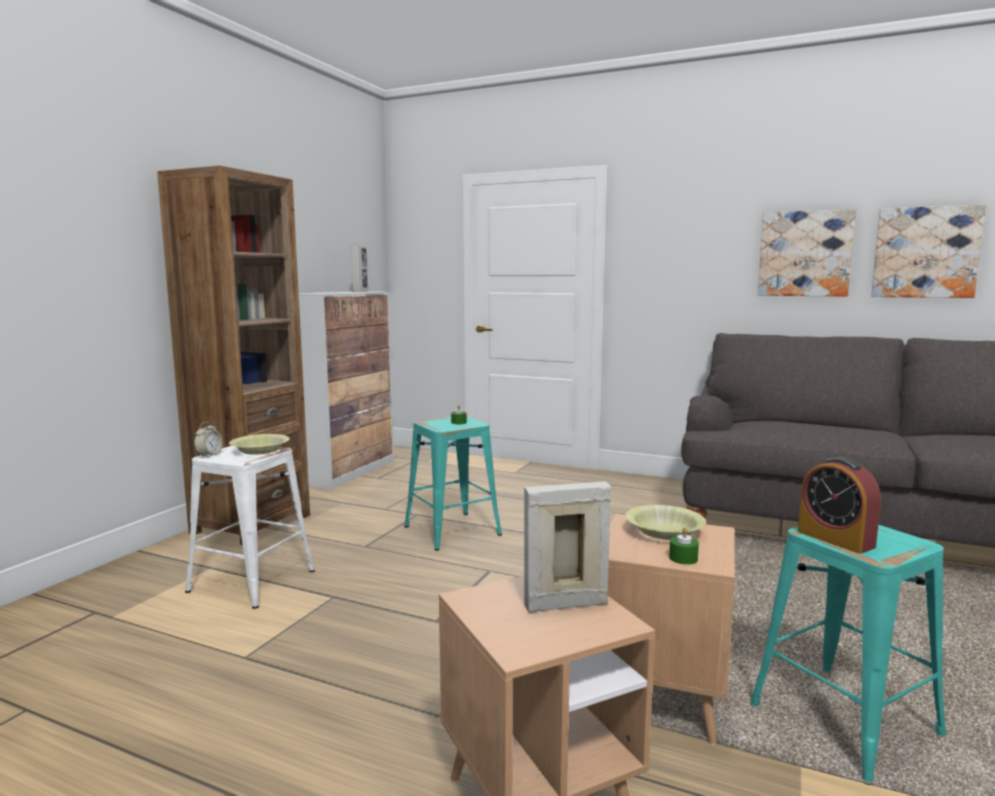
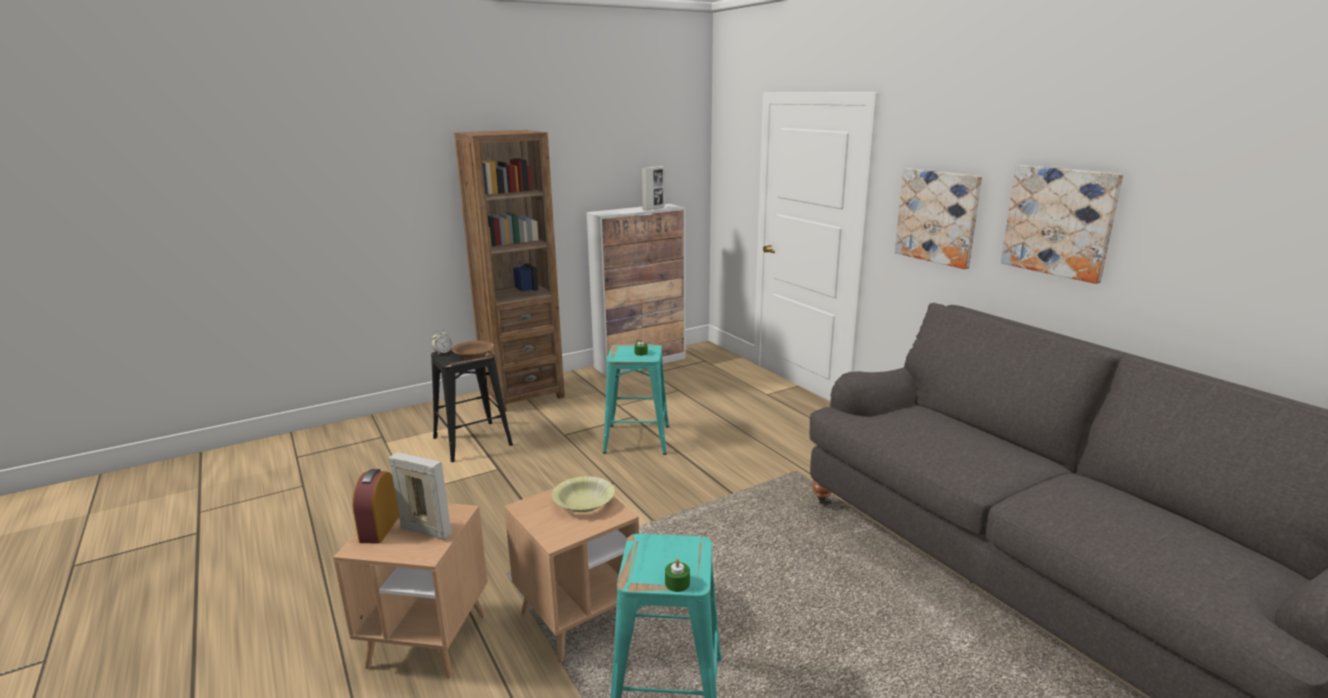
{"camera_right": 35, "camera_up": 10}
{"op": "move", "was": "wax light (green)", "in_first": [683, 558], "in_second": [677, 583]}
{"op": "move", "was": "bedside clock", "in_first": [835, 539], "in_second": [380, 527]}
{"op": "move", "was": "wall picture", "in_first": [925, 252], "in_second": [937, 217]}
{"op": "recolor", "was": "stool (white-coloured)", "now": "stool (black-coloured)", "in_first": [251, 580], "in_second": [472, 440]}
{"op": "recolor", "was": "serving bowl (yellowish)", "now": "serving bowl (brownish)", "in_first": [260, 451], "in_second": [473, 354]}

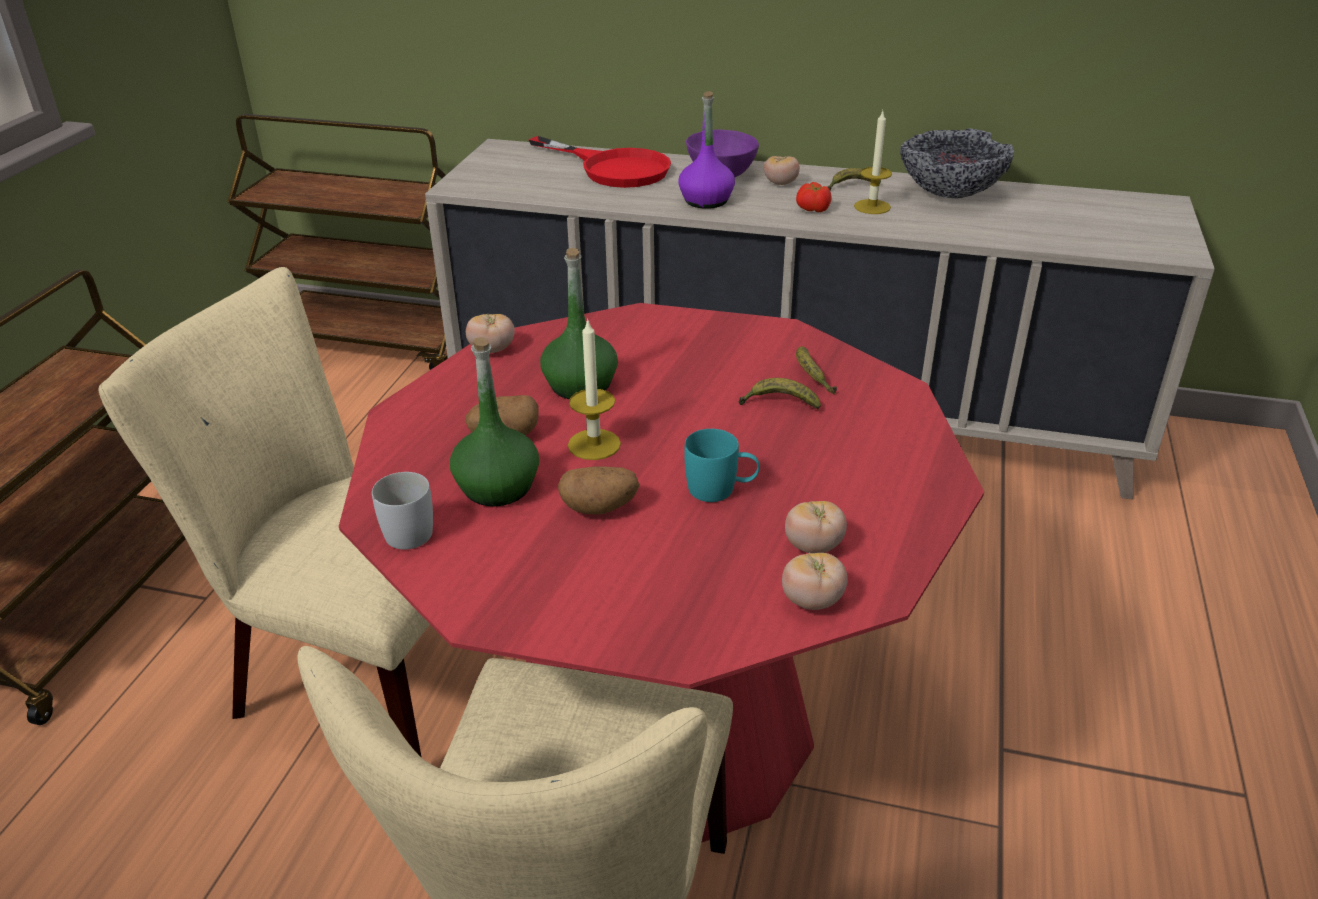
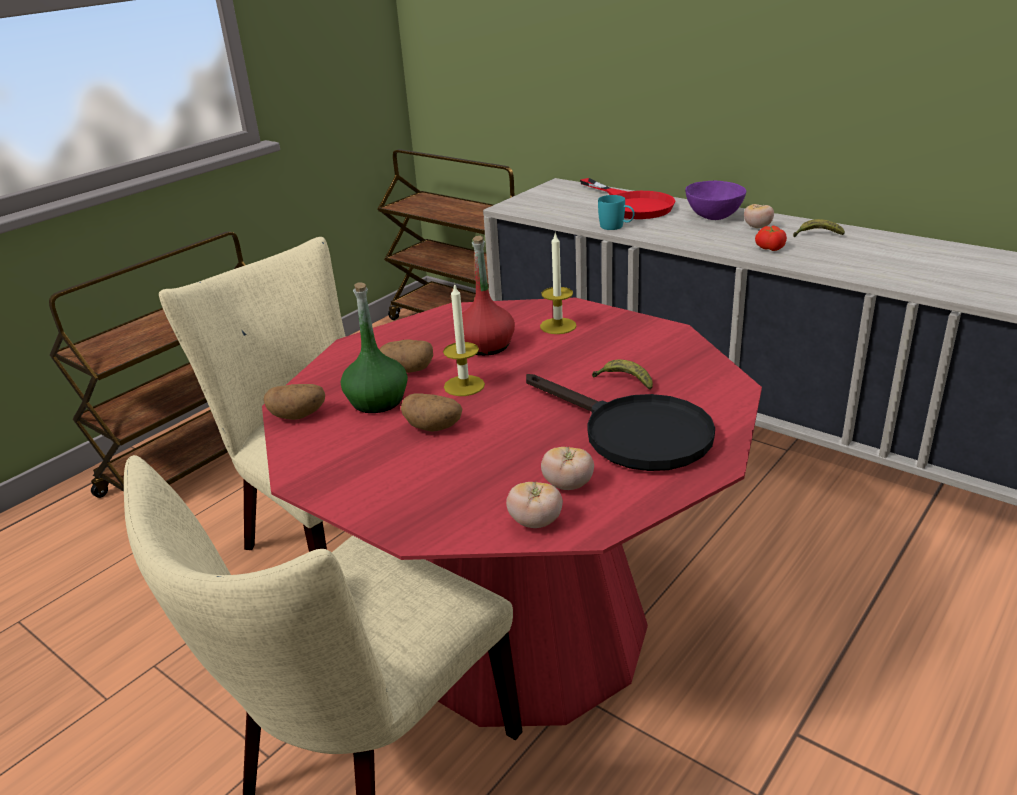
{"camera_right": 25, "camera_up": -5}
{"op": "delete", "was": "whole tomato", "in_first": [492, 350]}
{"op": "delete", "was": "bottle (purple)", "in_first": [706, 201]}
{"op": "delete", "was": "banana fruit", "in_first": [811, 376]}
{"op": "delete", "was": "serving bowl", "in_first": [949, 193]}
{"op": "insert", "now": "skillet (black-coloured)", "in_second": [633, 433]}
{"op": "move", "was": "tea mug (turquoise-coloured)", "in_first": [721, 490], "in_second": [616, 227]}
{"op": "move", "was": "wax light", "in_first": [872, 207], "in_second": [558, 326]}
{"op": "replace", "was": "tea mug (white-coloured)", "now": "whole potato", "in_first": [405, 529], "in_second": [298, 416]}
{"op": "recolor", "was": "bottle (green)", "now": "bottle (reddish)", "in_first": [580, 385], "in_second": [486, 346]}

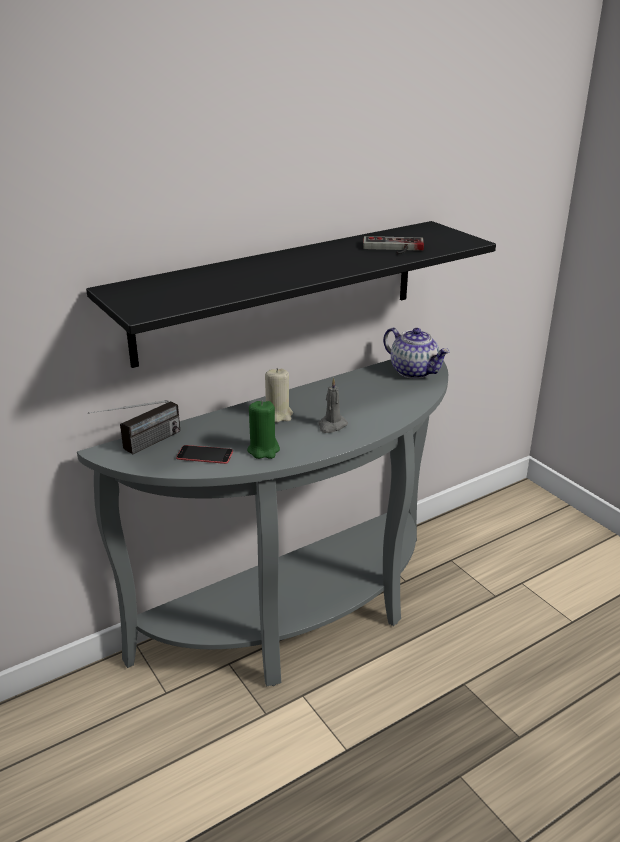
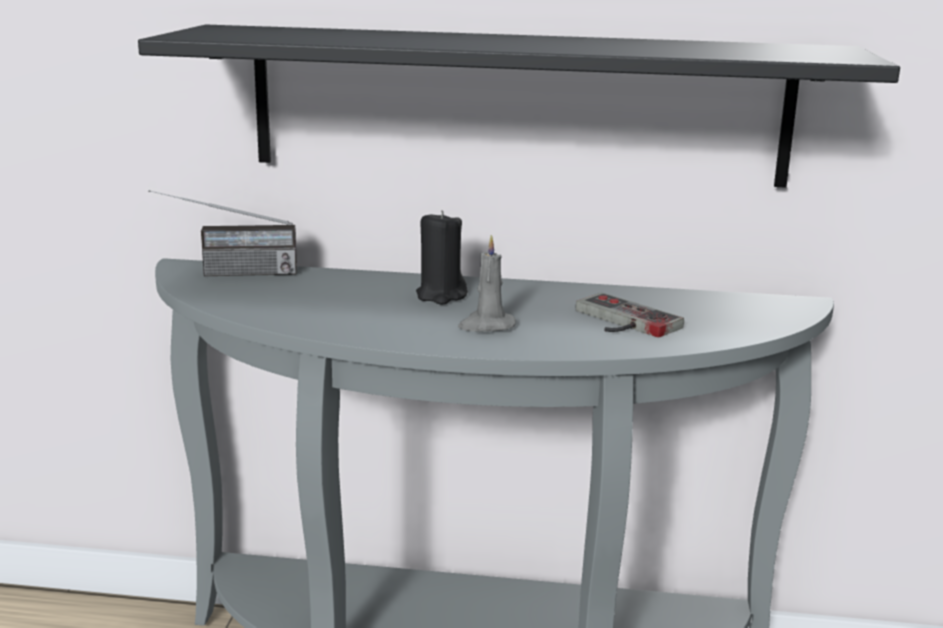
{"camera_right": 40, "camera_up": -10}
{"op": "delete", "was": "phone", "in_first": [205, 455]}
{"op": "delete", "was": "wax light (green)", "in_first": [263, 450]}
{"op": "delete", "was": "teapot", "in_first": [414, 371]}
{"op": "move", "was": "game controller", "in_first": [393, 248], "in_second": [620, 322]}
{"op": "recolor", "was": "wax light (beige)", "now": "wax light (black-coloured)", "in_first": [278, 415], "in_second": [441, 295]}

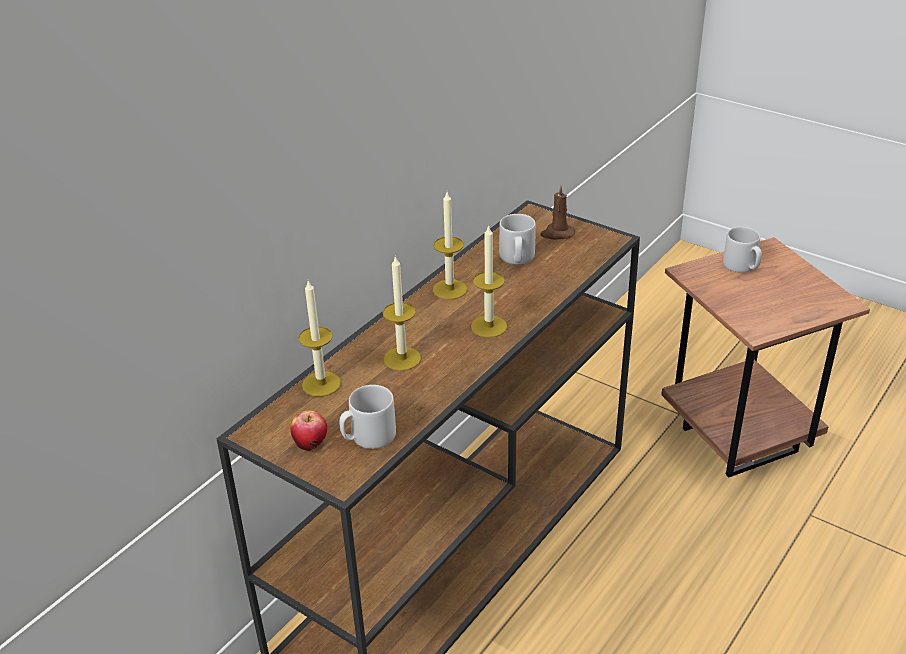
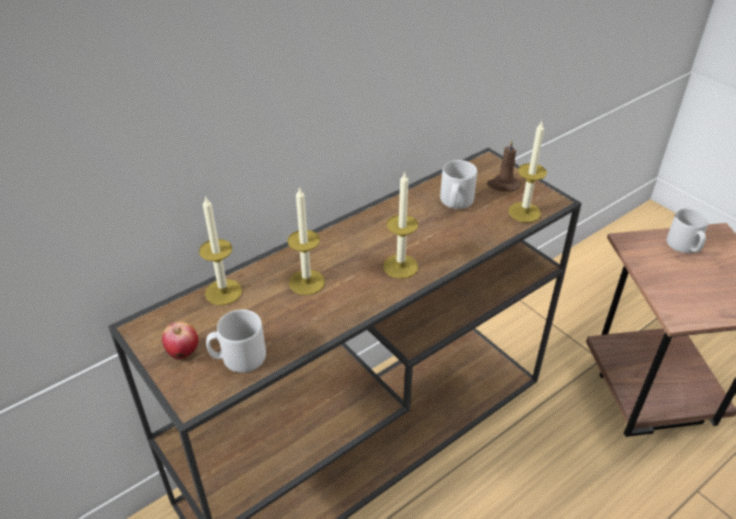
{"camera_right": 15, "camera_up": 5}
{"op": "move", "was": "wax light", "in_first": [450, 289], "in_second": [524, 212]}

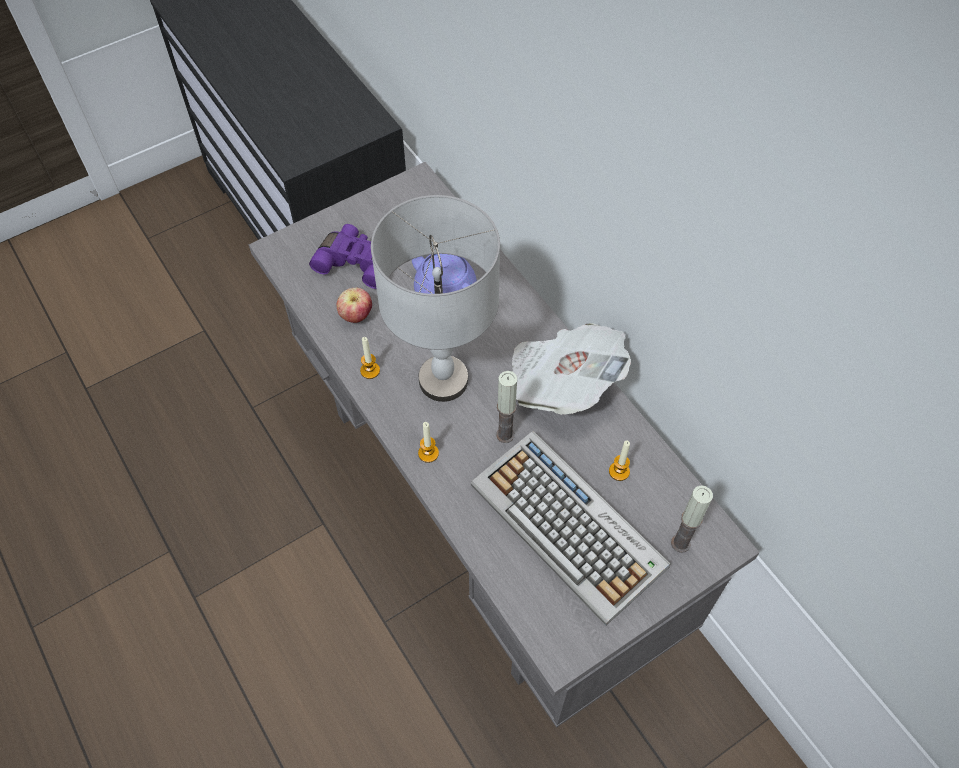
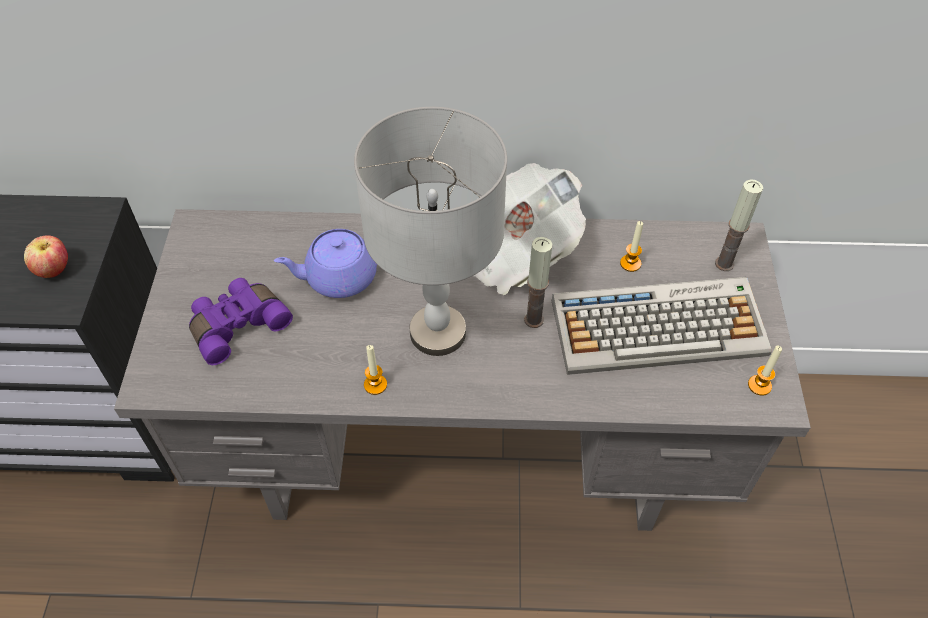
{"camera_right": -55, "camera_up": -5}
{"op": "move", "was": "apple", "in_first": [356, 315], "in_second": [54, 270]}
{"op": "move", "was": "wax light", "in_first": [428, 453], "in_second": [759, 385]}

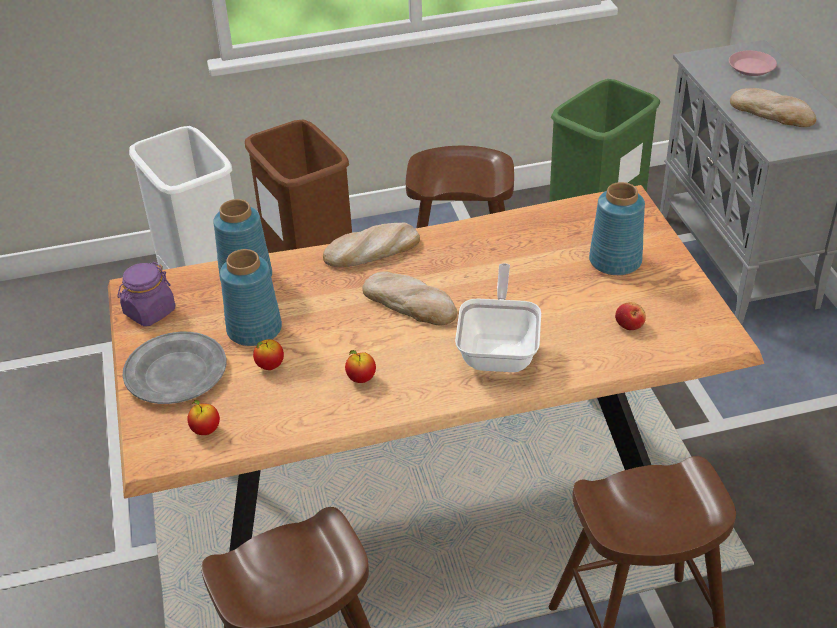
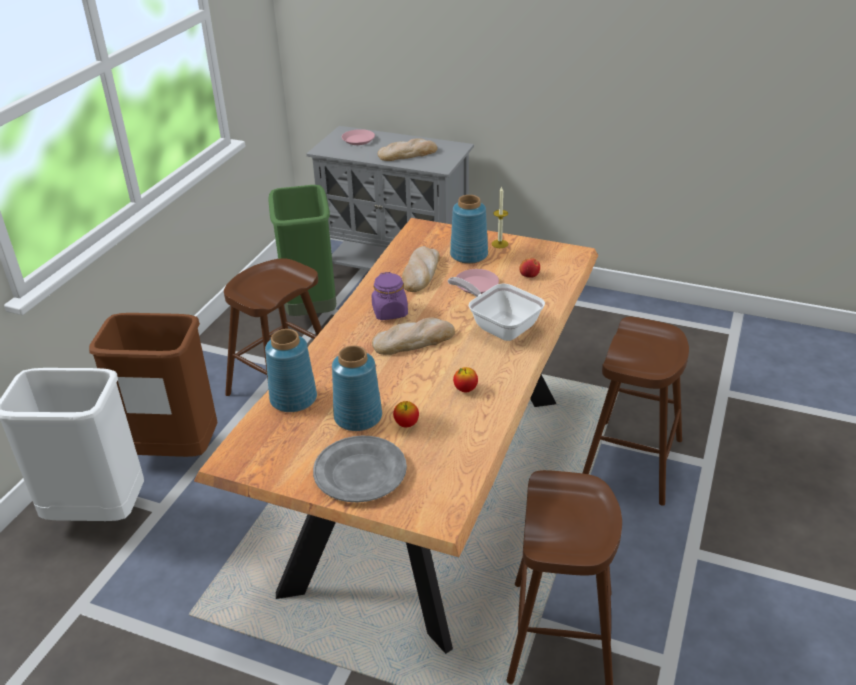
{"camera_right": -55, "camera_up": -5}
{"op": "delete", "was": "apple", "in_first": [205, 430]}
{"op": "insert", "now": "dinner plate (pink)", "in_second": [477, 285]}
{"op": "insert", "now": "wax light", "in_second": [499, 244]}
{"op": "move", "was": "preserve jar (purple)", "in_first": [149, 312], "in_second": [390, 312]}
{"op": "move", "was": "bread", "in_first": [371, 250], "in_second": [420, 272]}

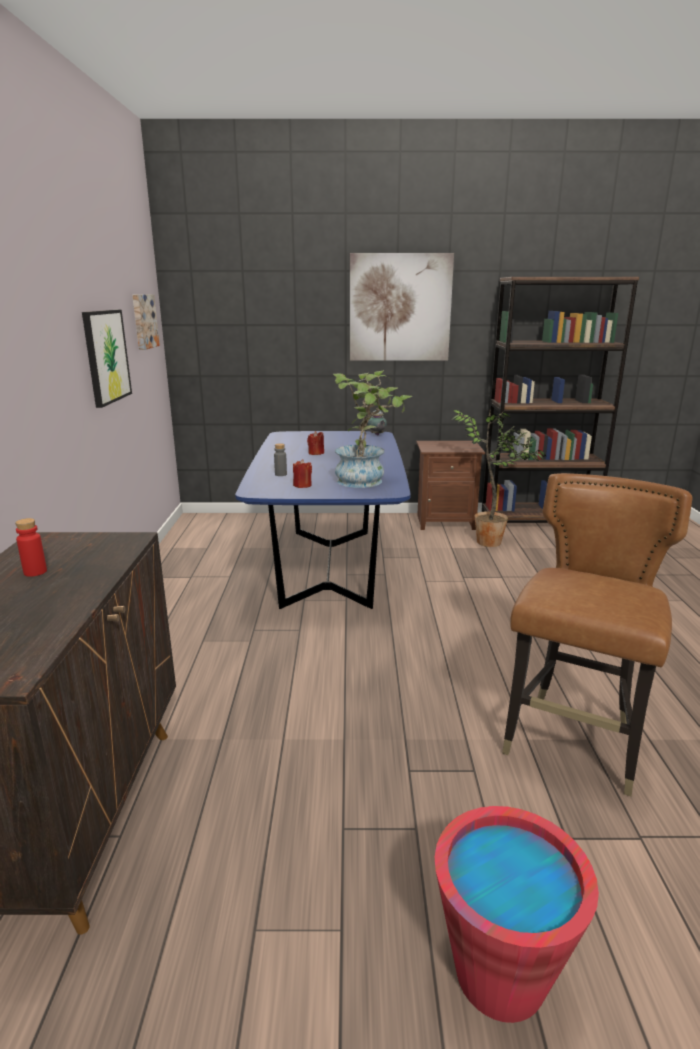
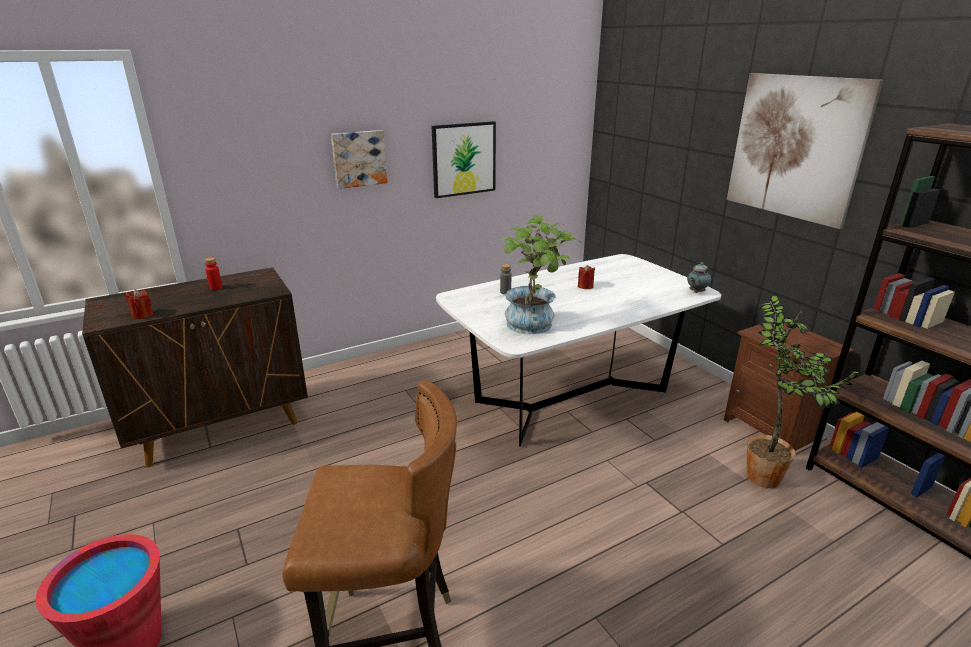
{"camera_right": 60, "camera_up": 5}
{"op": "move", "was": "wall picture", "in_first": [143, 321], "in_second": [359, 158]}
{"op": "move", "was": "wax light (reddish)", "in_first": [302, 485], "in_second": [142, 315]}
{"op": "recolor", "was": "dining table (bluish)", "now": "dining table (white-coloured)", "in_first": [328, 566], "in_second": [571, 397]}

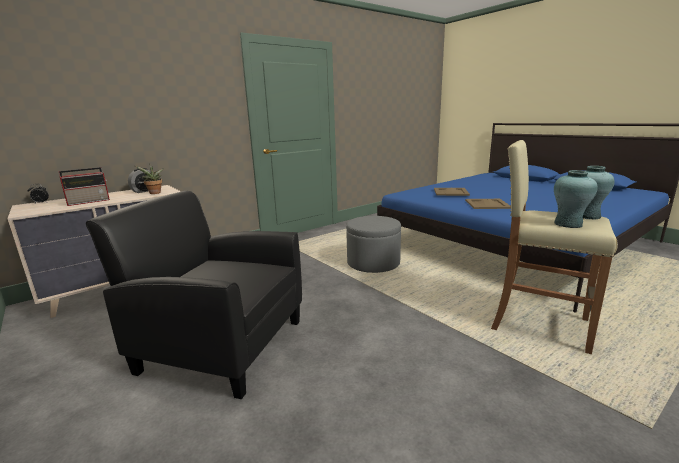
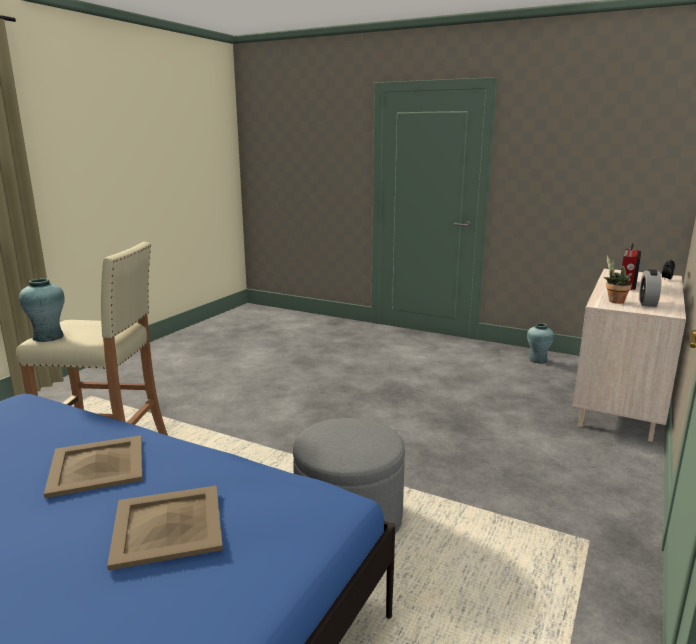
{"camera_right": 155, "camera_up": 0}
{"op": "delete", "was": "armchair (black-coloured)", "in_first": [222, 345]}
{"op": "move", "was": "vase (turquoise-coloured)", "in_first": [568, 224], "in_second": [538, 360]}

